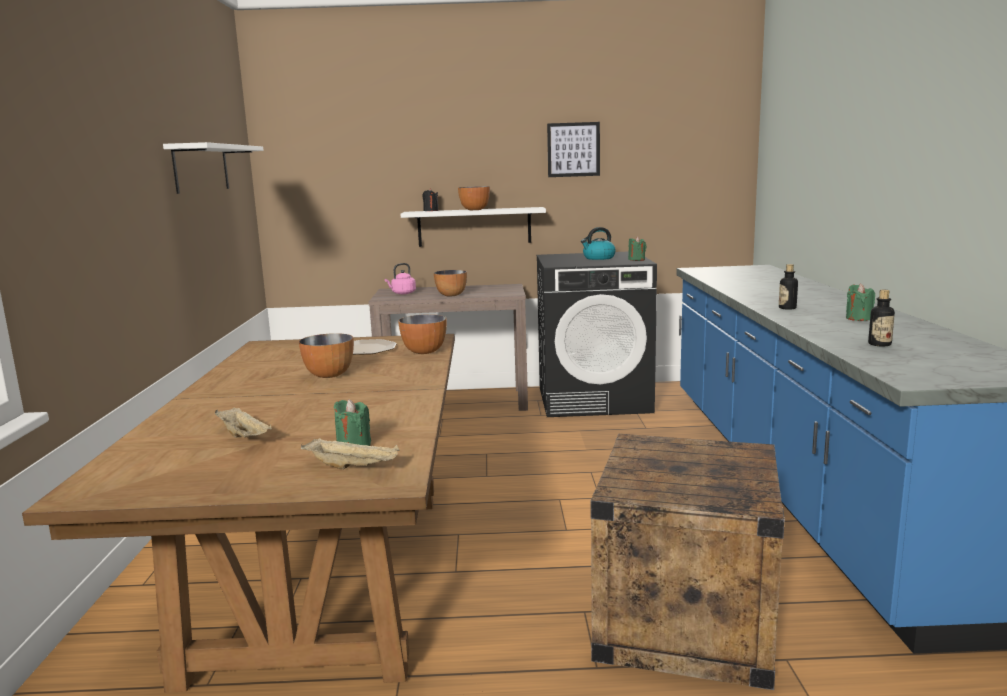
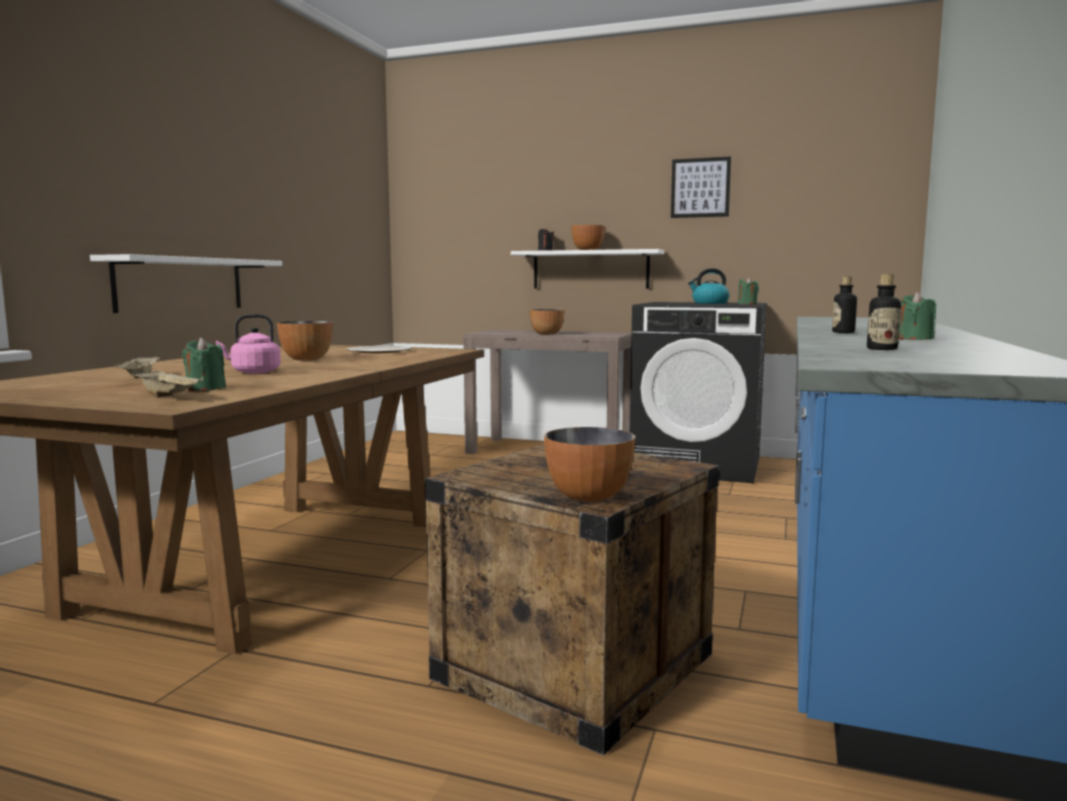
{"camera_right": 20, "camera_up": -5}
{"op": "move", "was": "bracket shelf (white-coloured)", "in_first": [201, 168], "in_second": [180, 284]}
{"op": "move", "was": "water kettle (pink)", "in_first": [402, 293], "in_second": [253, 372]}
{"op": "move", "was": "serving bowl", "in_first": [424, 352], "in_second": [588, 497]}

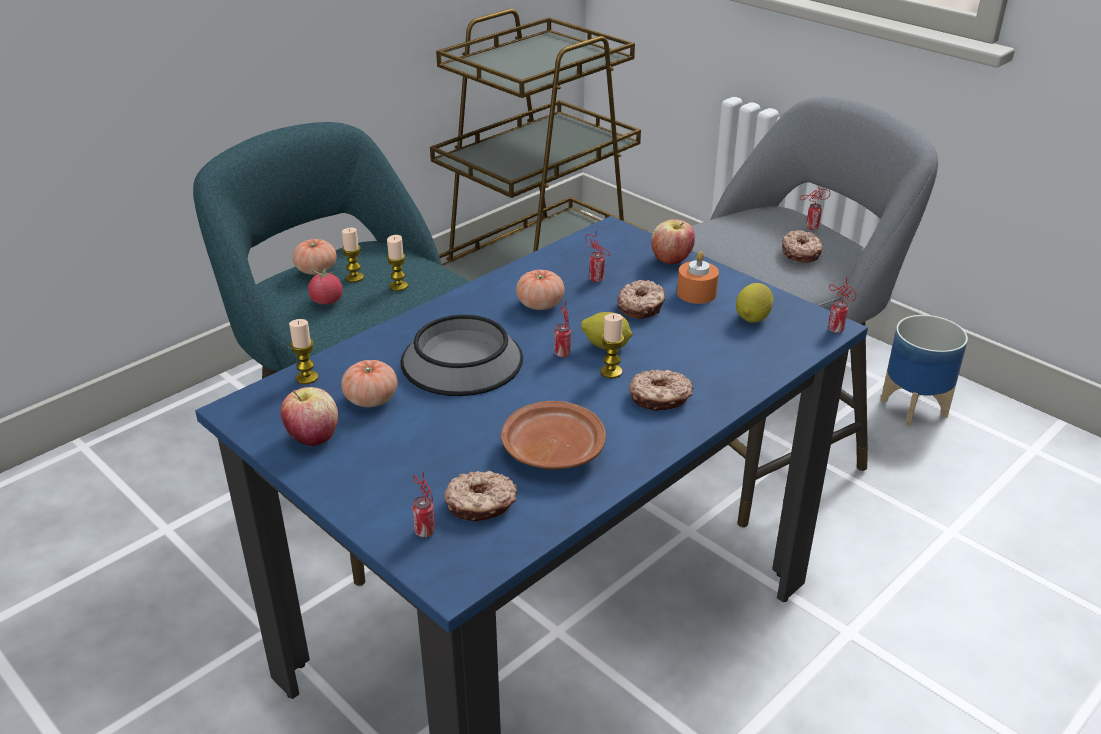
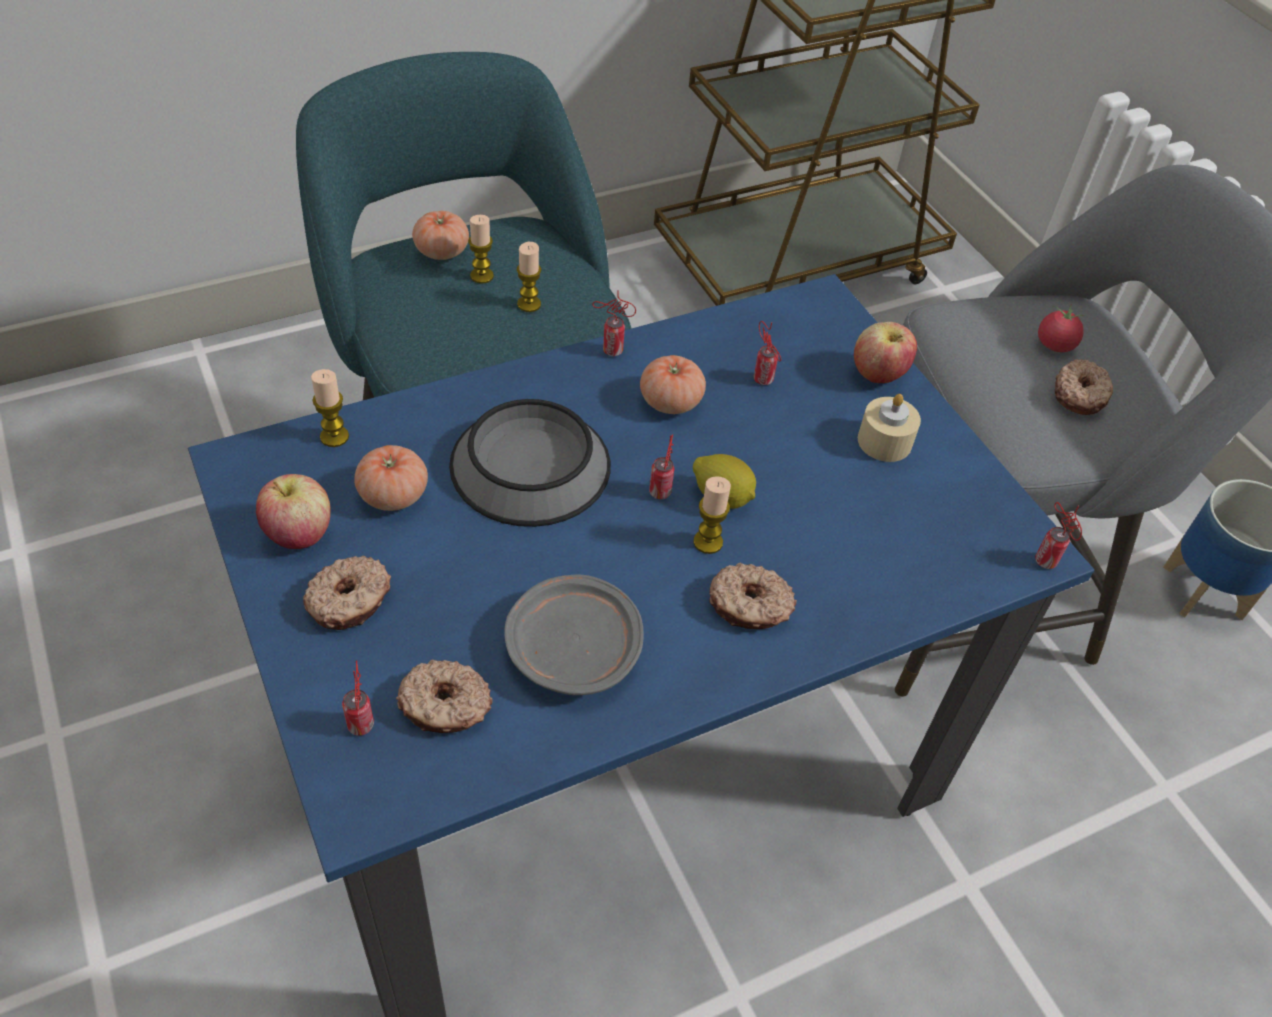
{"camera_right": 15, "camera_up": 15}
{"op": "delete", "was": "whole lemon", "in_first": [753, 317]}
{"op": "move", "was": "whole tomato", "in_first": [327, 301], "in_second": [1054, 345]}
{"op": "move", "was": "doughnut", "in_first": [641, 307], "in_second": [350, 601]}
{"op": "move", "was": "sealed can", "in_first": [810, 228], "in_second": [610, 350]}
{"op": "recolor", "was": "dinner plate (brownish)", "now": "dinner plate (grey)", "in_first": [552, 450], "in_second": [573, 647]}
{"op": "recolor", "was": "wax light (orangey)", "now": "wax light (beige)", "in_first": [696, 293], "in_second": [884, 441]}

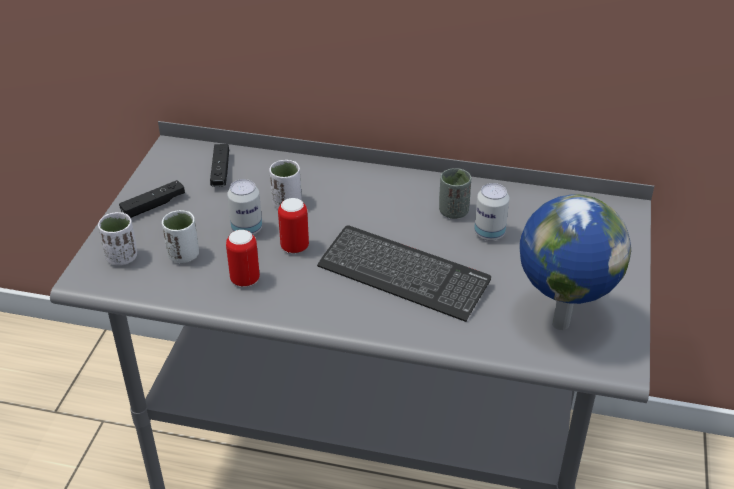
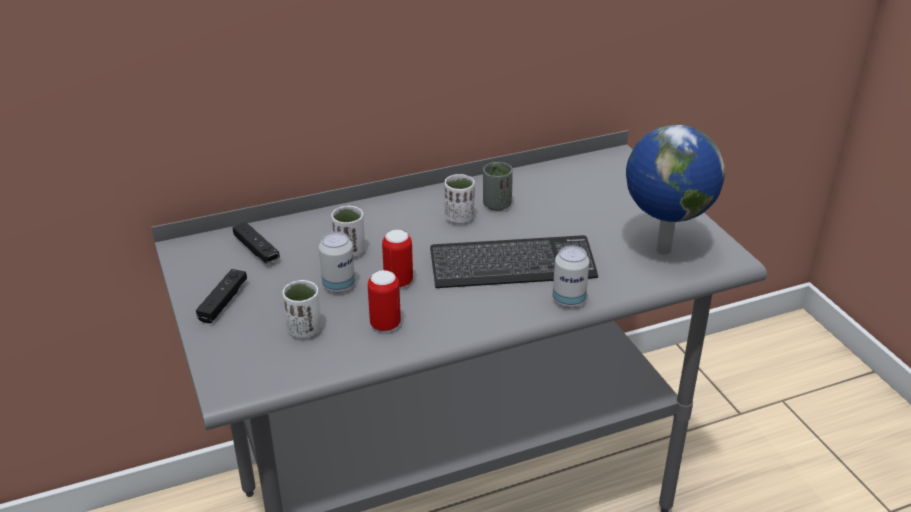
{"camera_right": -35, "camera_up": -5}
{"op": "move", "was": "small cup (white-coloured)", "in_first": [122, 257], "in_second": [459, 218]}
{"op": "move", "was": "sealed can", "in_first": [489, 233], "in_second": [568, 300]}

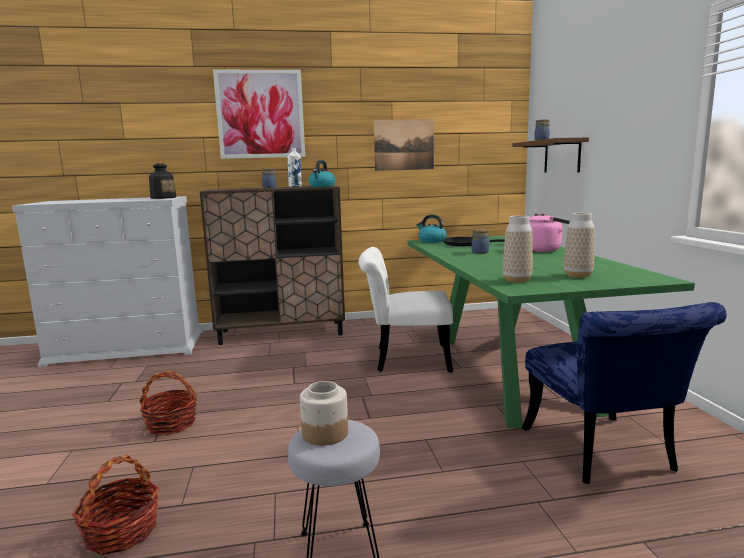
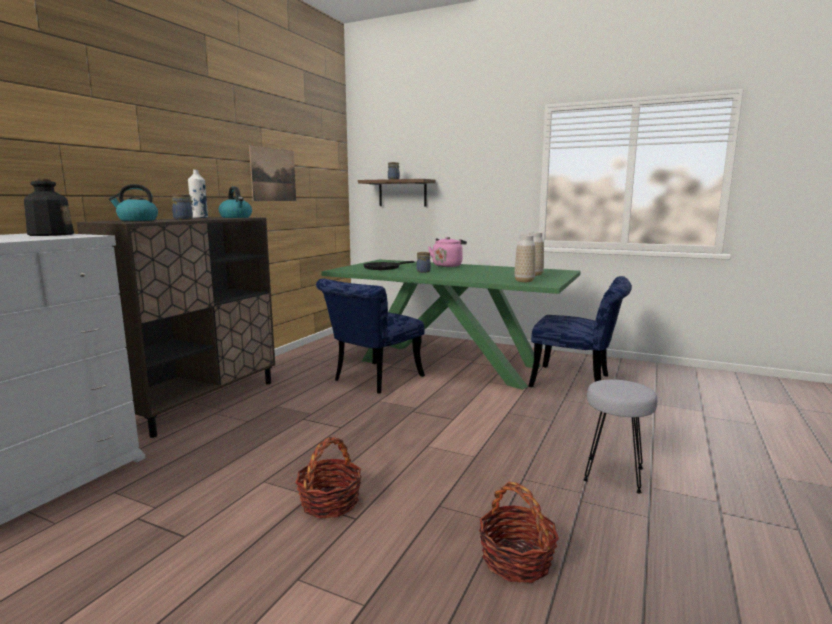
{"camera_right": -55, "camera_up": 0}
{"op": "delete", "was": "wall picture", "in_first": [260, 114]}
{"op": "delete", "was": "preserve jar", "in_first": [324, 434]}
{"op": "move", "was": "water kettle", "in_first": [431, 241], "in_second": [137, 220]}
{"op": "recolor", "was": "plain chair (white-coloured)", "now": "plain chair (bluish)", "in_first": [404, 359], "in_second": [372, 380]}

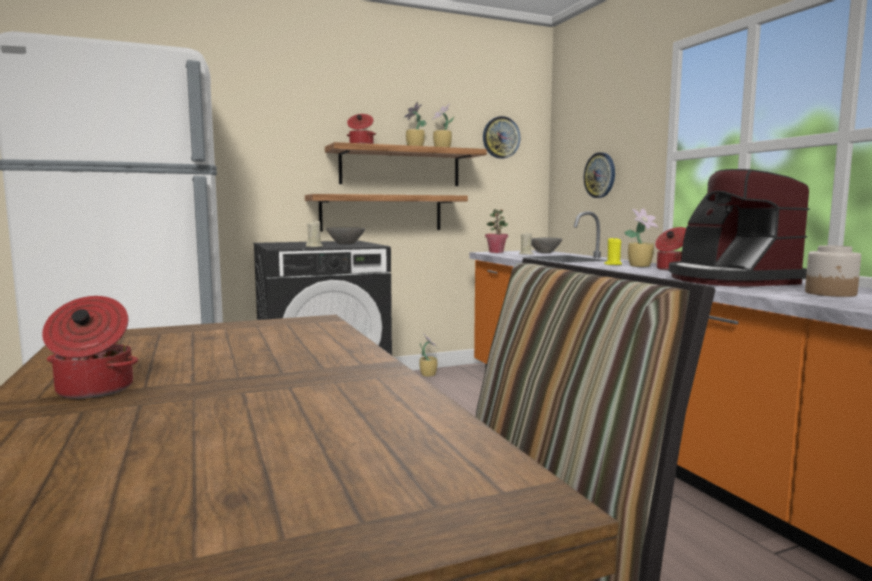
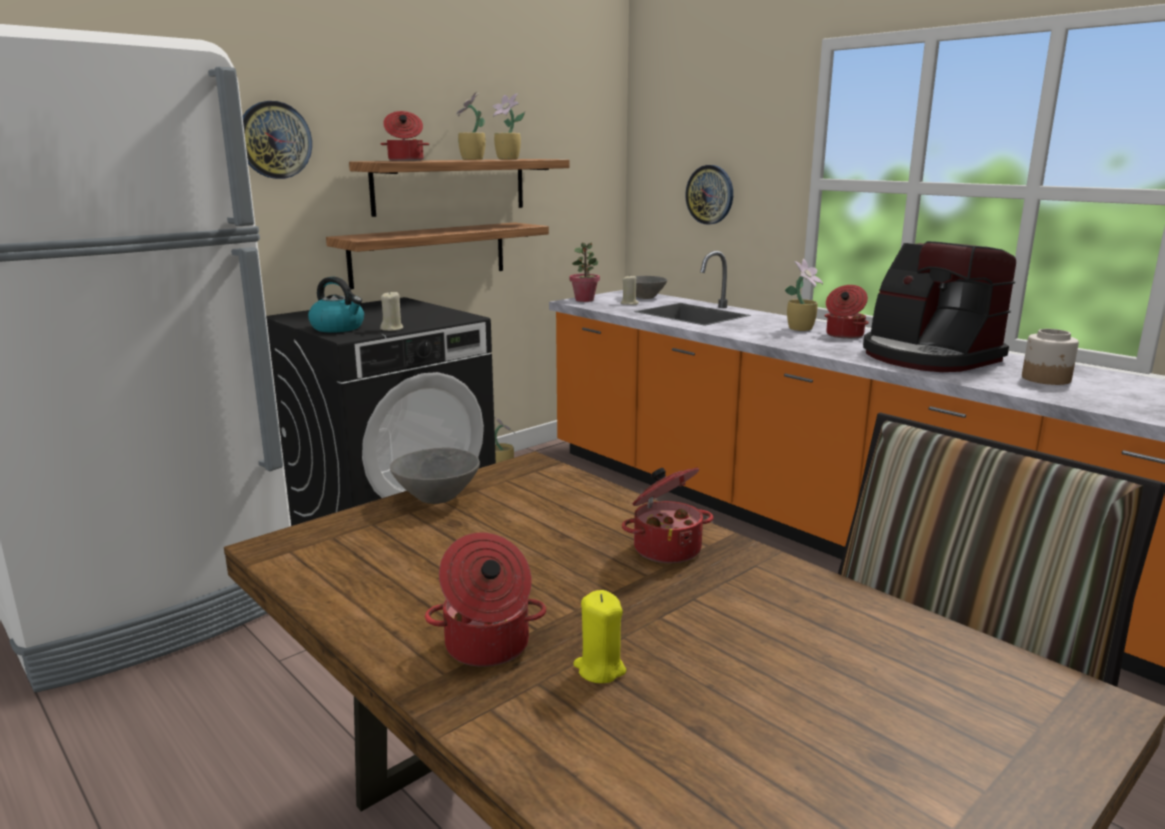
{"camera_right": -20, "camera_up": 10}
{"op": "insert", "now": "water kettle", "in_second": [338, 328]}
{"op": "insert", "now": "saucepot", "in_second": [666, 548]}
{"op": "move", "was": "serving bowl (grey)", "in_first": [346, 244], "in_second": [438, 497]}
{"op": "move", "was": "clock on the wall", "in_first": [501, 137], "in_second": [274, 140]}
{"op": "move", "was": "wax light (yellowish)", "in_first": [613, 264], "in_second": [599, 669]}

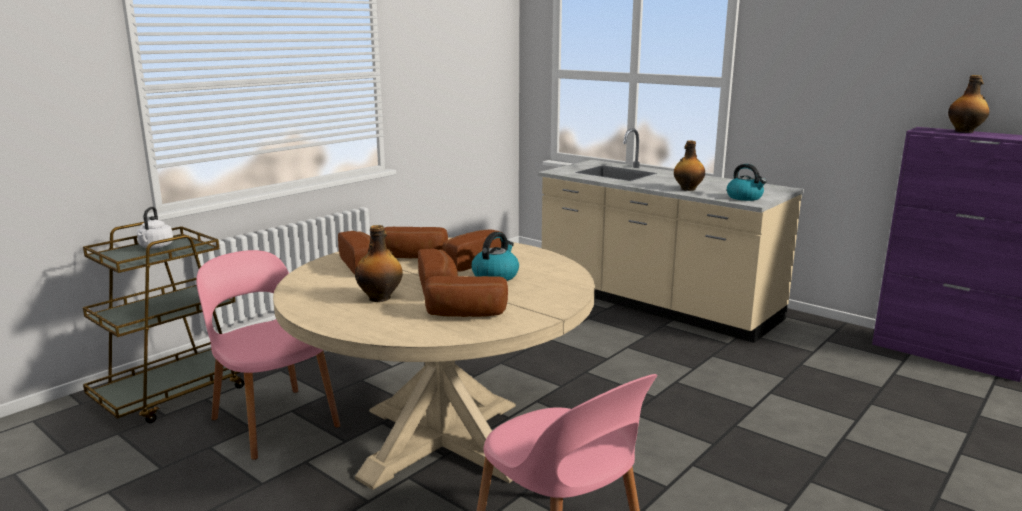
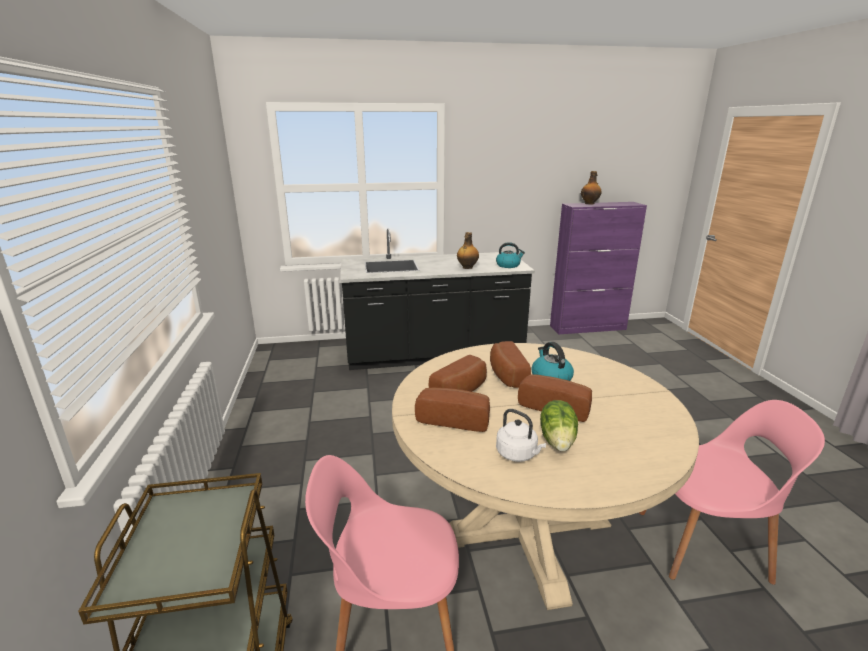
{"camera_right": -50, "camera_up": 5}
{"op": "delete", "was": "bread", "in_first": [465, 314]}
{"op": "move", "was": "water kettle (white-coloured)", "in_first": [155, 247], "in_second": [518, 454]}
{"op": "replace", "was": "bottle", "now": "lettuce head", "in_first": [380, 298], "in_second": [558, 440]}
{"op": "recolor", "was": "counter (beige)", "now": "counter (black-coloured)", "in_first": [656, 303], "in_second": [434, 354]}

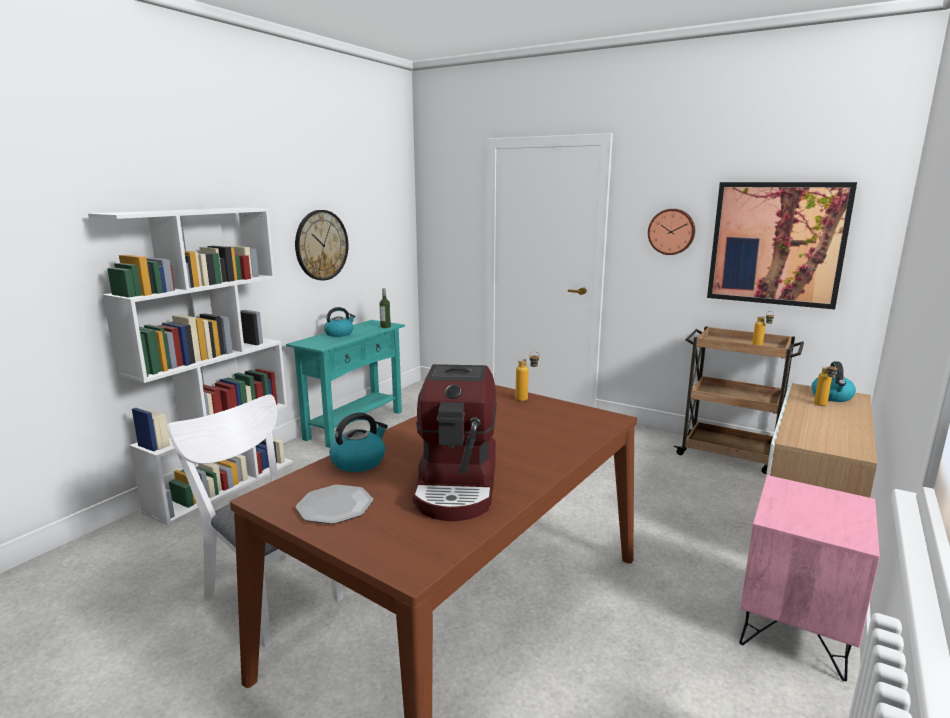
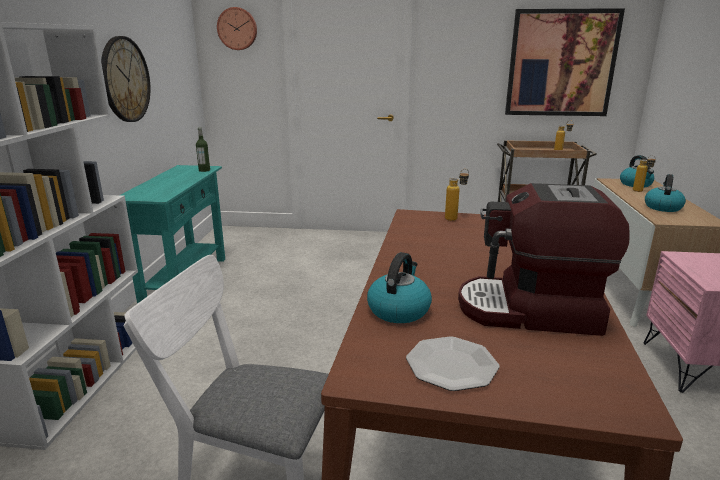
{"camera_right": -25, "camera_up": 5}
{"op": "move", "was": "water kettle", "in_first": [339, 334], "in_second": [662, 207]}
{"op": "move", "was": "clock on the wall", "in_first": [671, 231], "in_second": [237, 28]}
{"op": "rotate", "was": "coffee maker", "in_first": [458, 486], "in_second": [531, 311], "clockwise": 120}

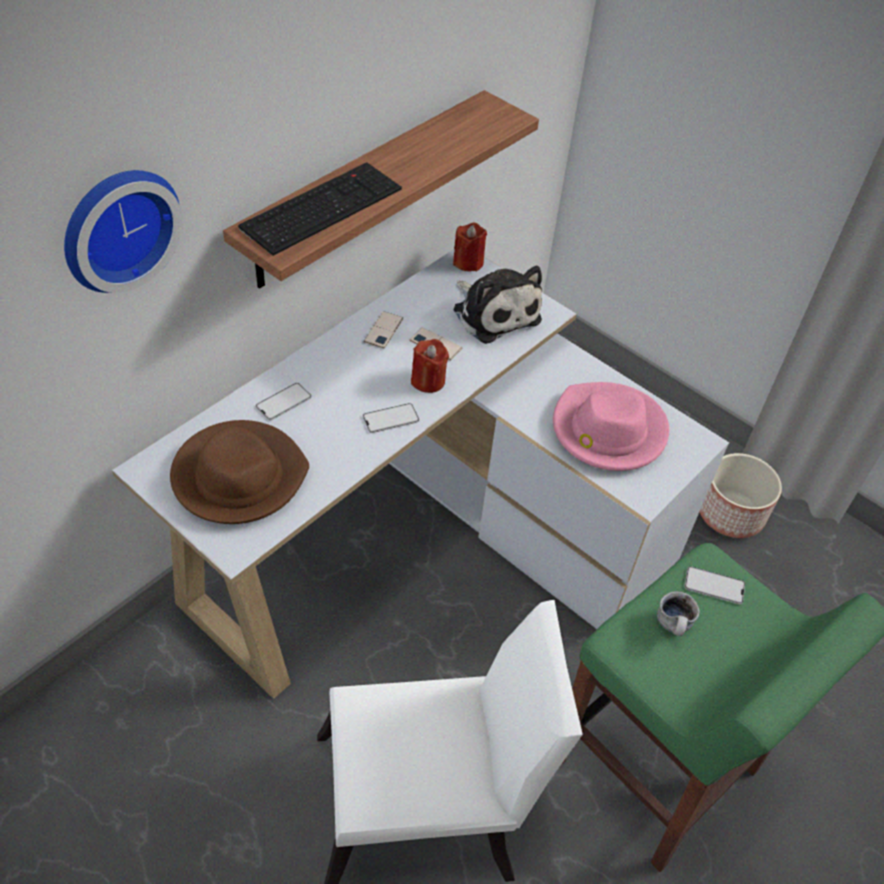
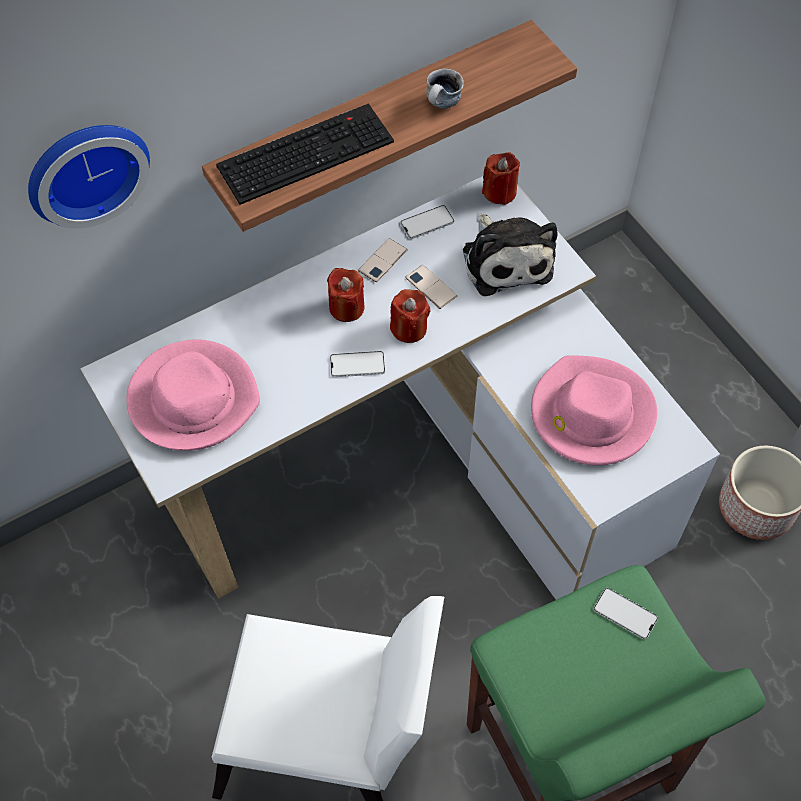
{"camera_right": 20, "camera_up": 10}
{"op": "insert", "now": "wax light (reddish)", "in_second": [346, 307]}
{"op": "move", "was": "phone", "in_first": [283, 402], "in_second": [427, 222]}
{"op": "move", "was": "tea mug", "in_first": [674, 627], "in_second": [442, 105]}
{"op": "recolor", "was": "hat (brownish)", "now": "hat (pink)", "in_first": [238, 476], "in_second": [193, 398]}

